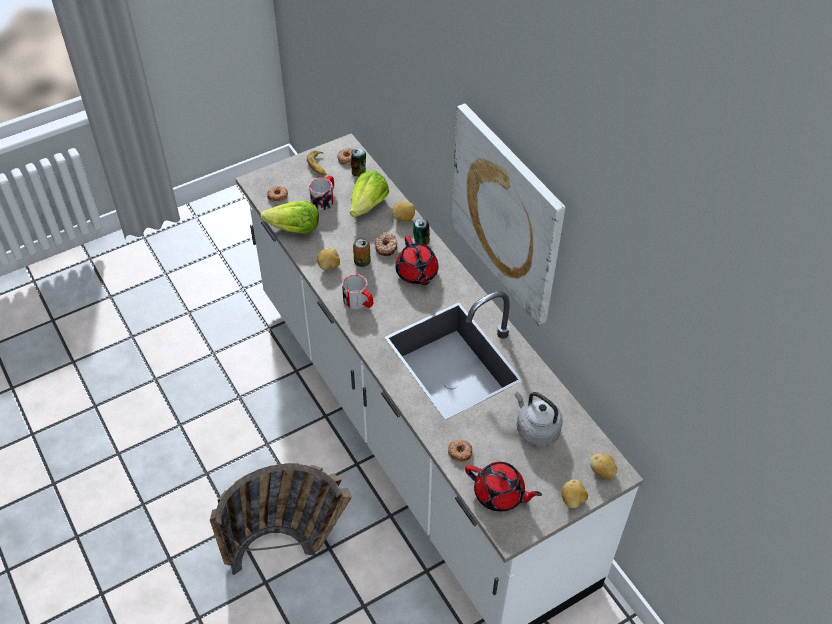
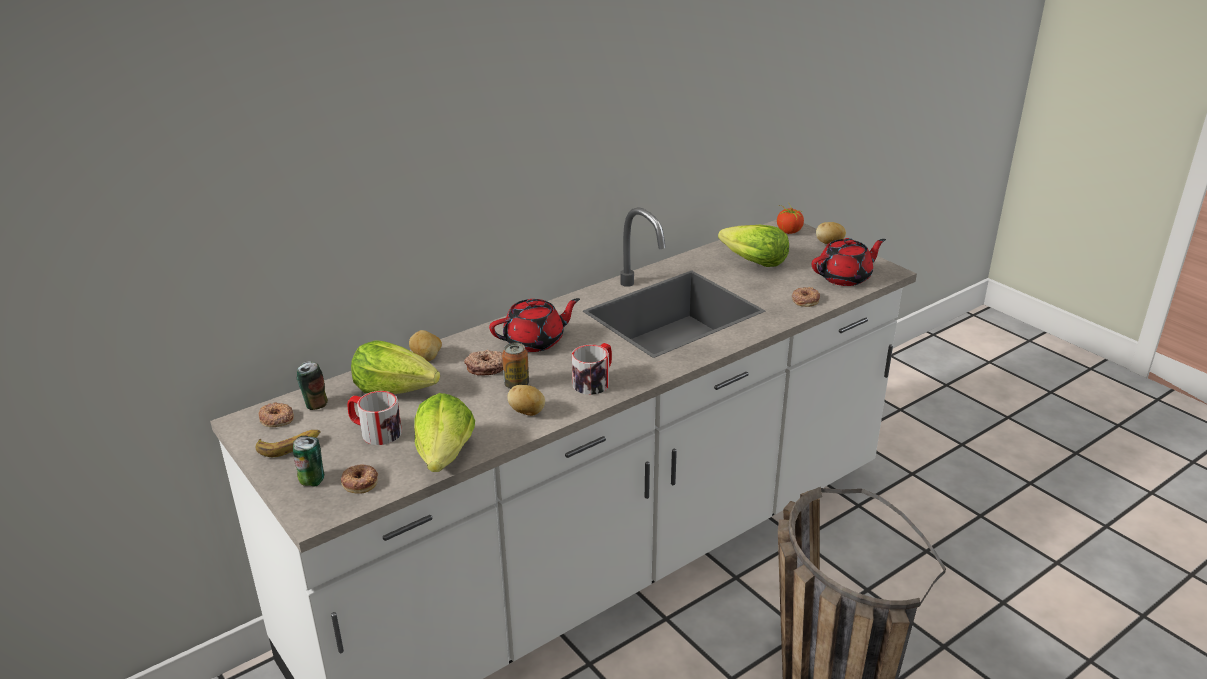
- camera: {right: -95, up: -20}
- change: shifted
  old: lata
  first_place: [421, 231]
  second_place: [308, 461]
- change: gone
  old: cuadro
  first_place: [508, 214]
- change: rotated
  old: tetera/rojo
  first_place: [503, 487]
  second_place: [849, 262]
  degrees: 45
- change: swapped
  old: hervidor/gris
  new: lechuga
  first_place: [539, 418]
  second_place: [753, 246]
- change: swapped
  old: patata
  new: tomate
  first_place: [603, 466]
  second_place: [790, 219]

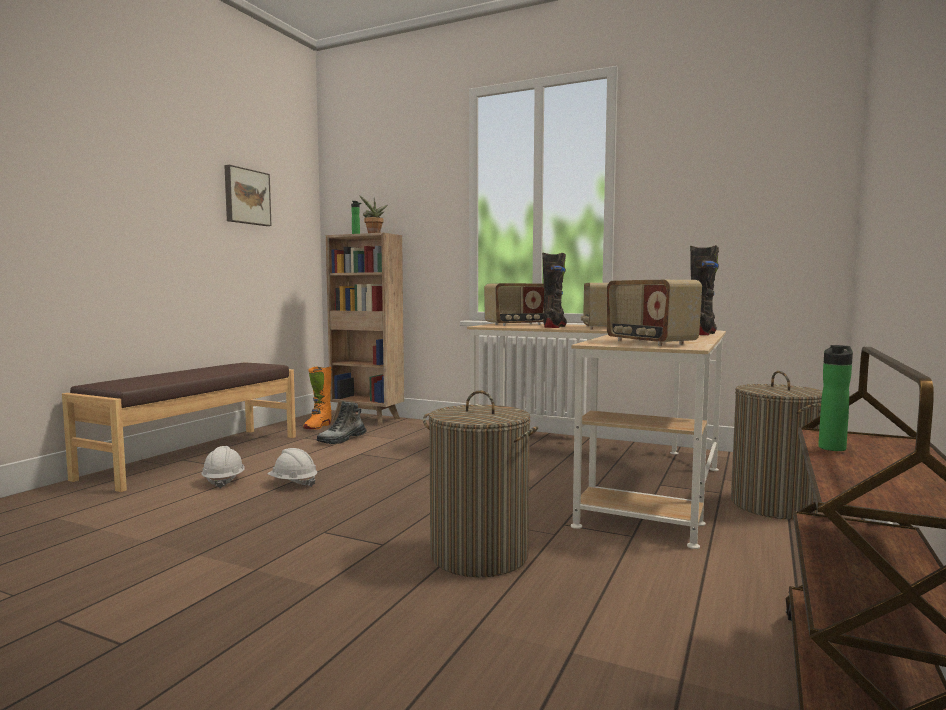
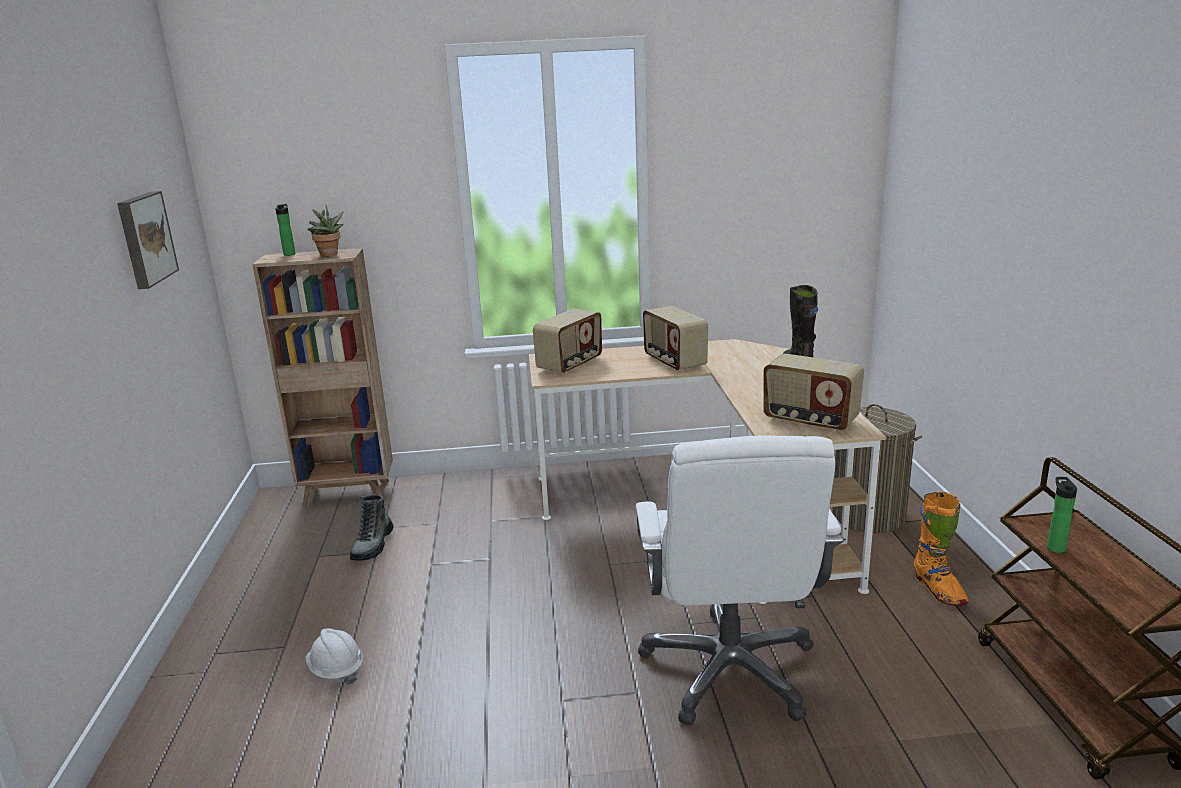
- camera: {right: -30, up: 15}
- change: gone
  old: banco/marrón
  first_place: [179, 427]
- change: gone
  old: casco/blanco
  first_place: [292, 467]
- change: shifted
  old: bota/naranja
  first_place: [317, 398]
  second_place: [941, 549]
- change: swapped
  old: cesto de la ropa
  new: silla de oficina/blanco
  first_place: [480, 483]
  second_place: [740, 581]
- change: gone
  old: bota/negro
  first_place: [554, 290]

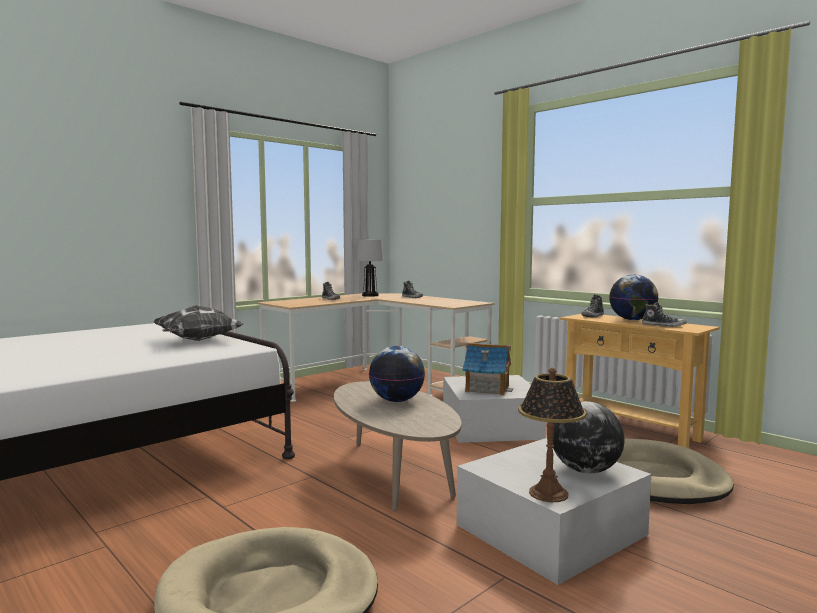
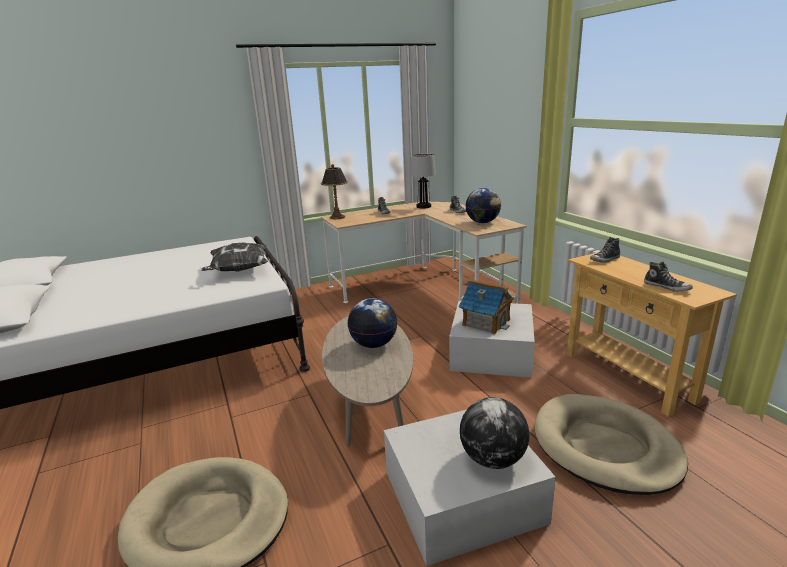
- camera: {right: 20, up: 15}
- change: shifted
  old: lámpara de mesa
  first_place: [552, 435]
  second_place: [334, 191]
- change: shifted
  old: globo terráqueo
  first_place: [634, 297]
  second_place: [483, 205]

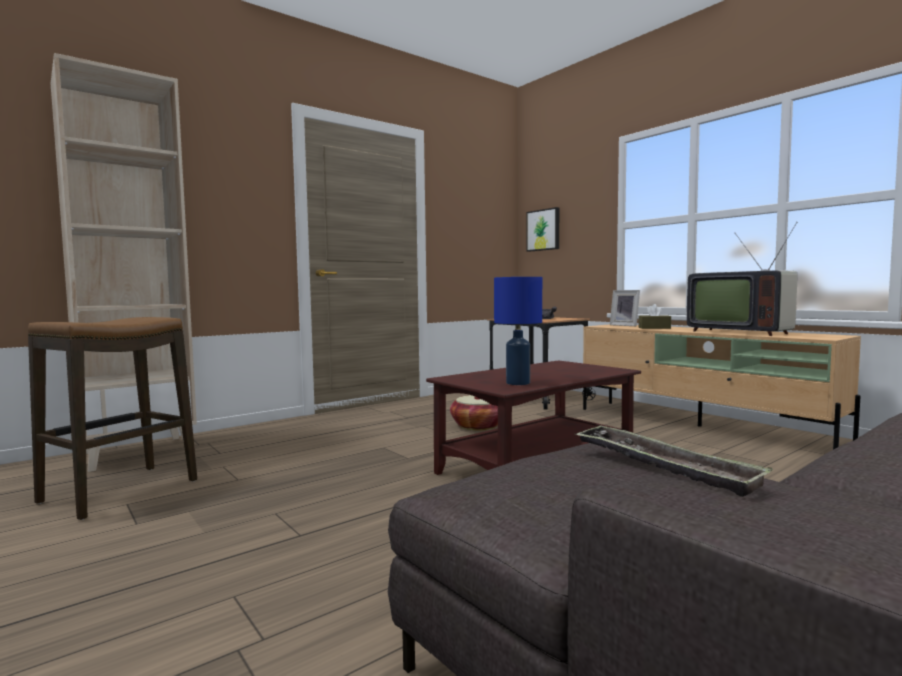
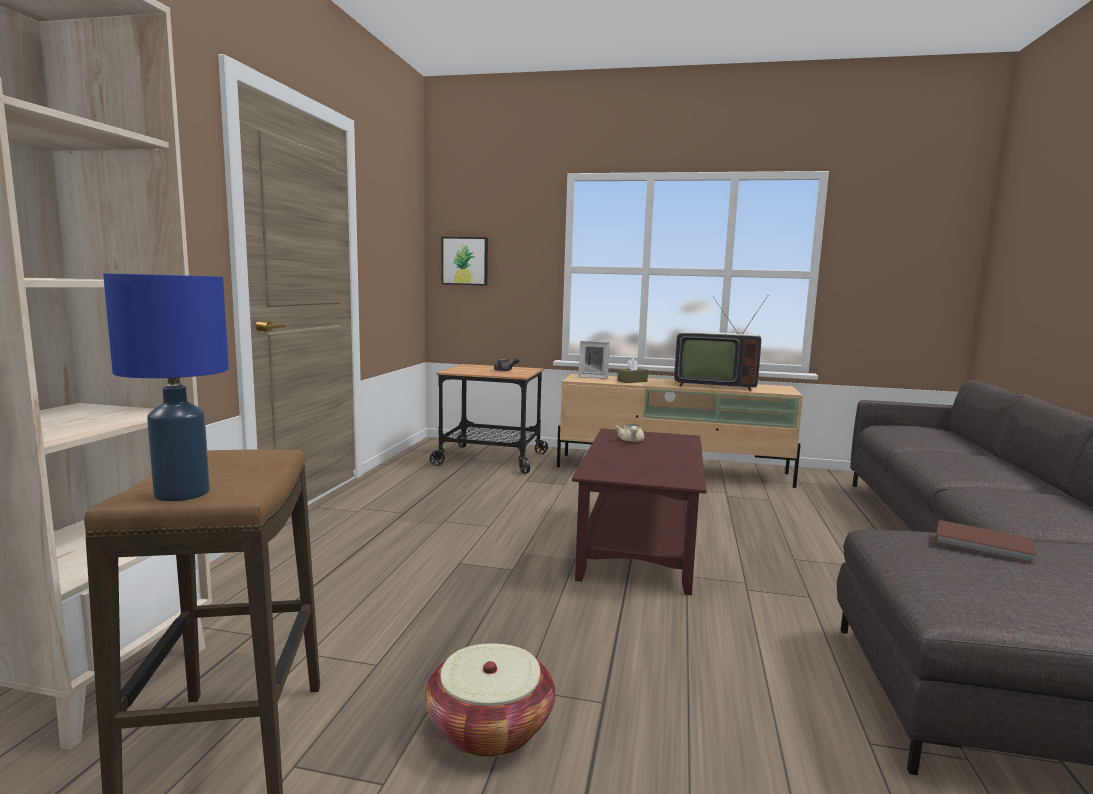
- camera: {right: -40, up: 5}
- change: shifted
  old: cesta
  first_place: [474, 413]
  second_place: [490, 700]
- change: shifted
  old: lámpara de mesa/azul
  first_place: [518, 331]
  second_place: [166, 387]
- change: swapped
  old: bandeja
  new: libro/marrón
  first_place: [674, 461]
  second_place: [986, 542]
- change: new
  new: tetera/beis
  second_place: [629, 433]

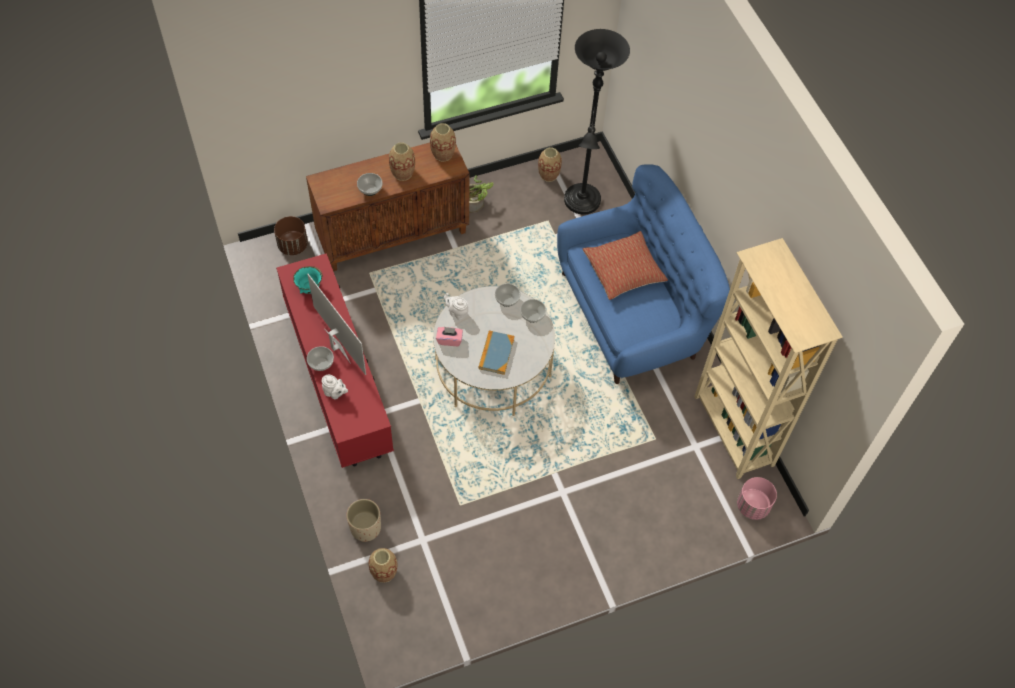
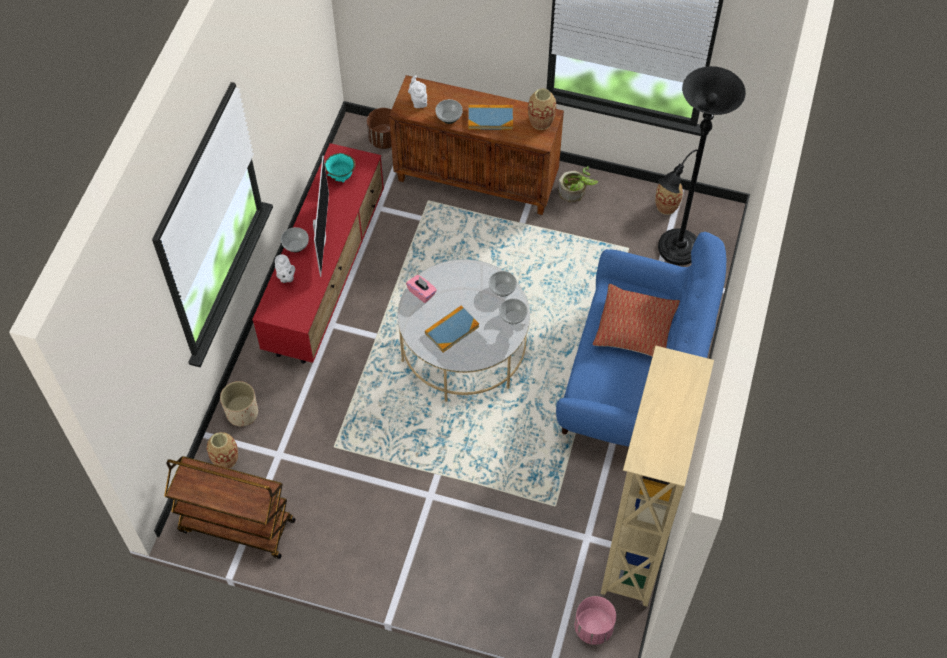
- camera: {right: 40, up: 0}
- change: swapped
  old: florero
  new: libro
  first_place: [402, 161]
  second_place: [490, 117]
- change: shifted
  old: tetera/blanco
  first_place: [456, 306]
  second_place: [417, 91]
- change: new
  new: carrito/marrón
  second_place: [230, 507]

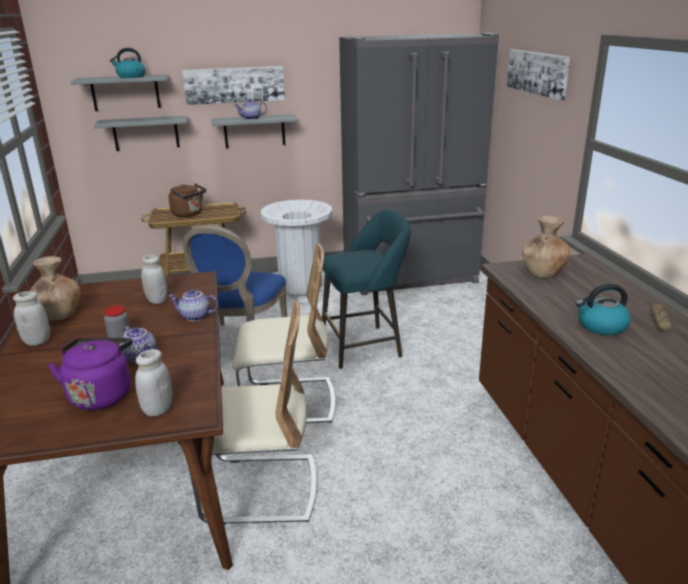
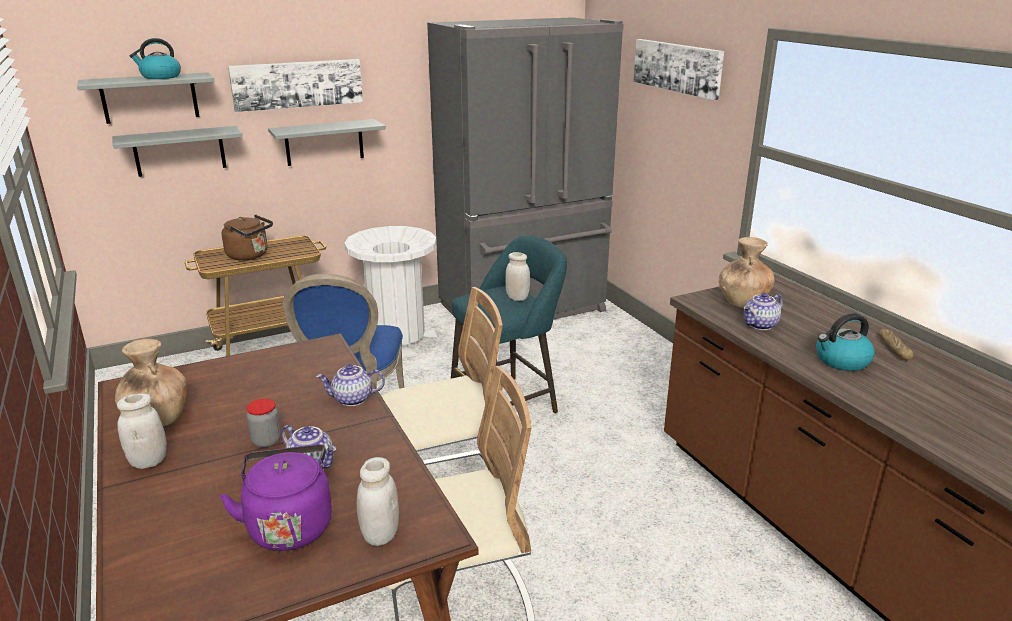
- camera: {right: -15, up: 0}
- change: shifted
  old: tarro/blanco
  first_place: [154, 279]
  second_place: [517, 276]
- change: shifted
  old: tetera
  first_place: [251, 109]
  second_place: [763, 311]

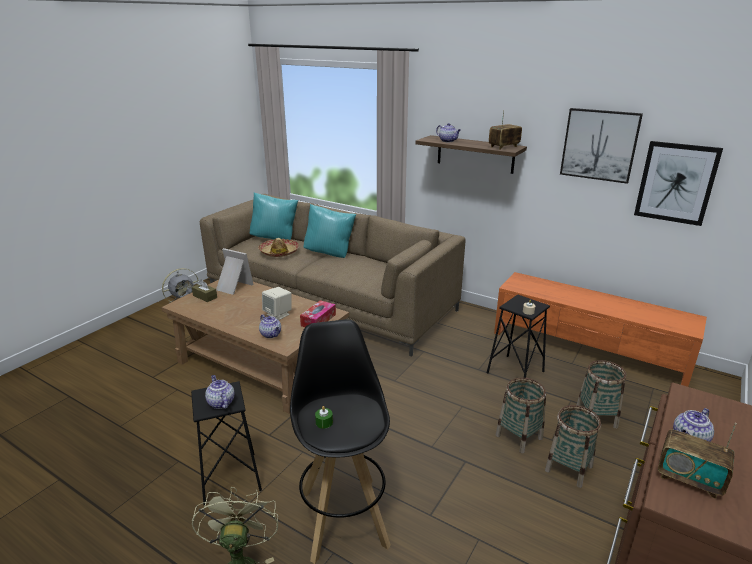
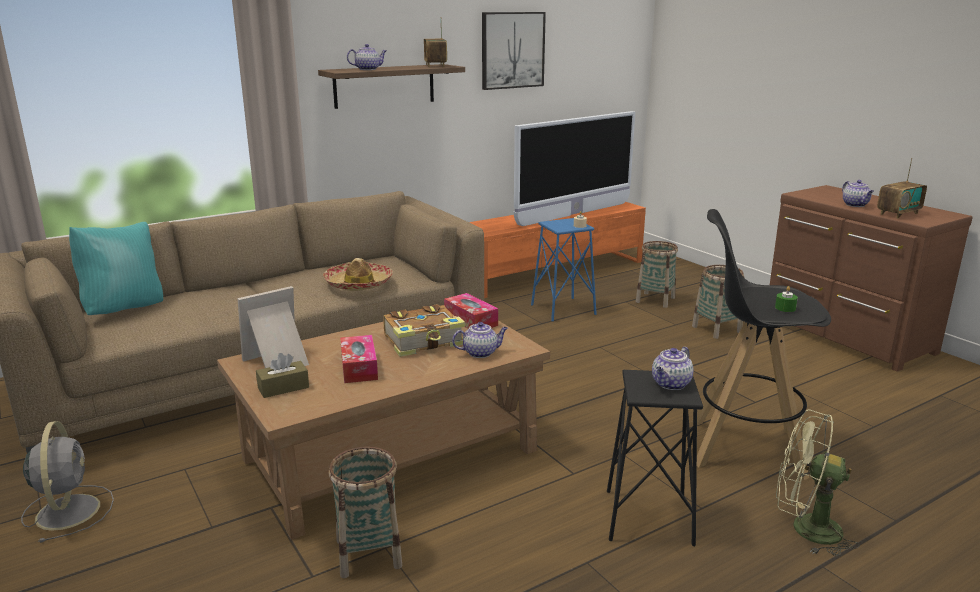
- camera: {right: -65, up: -5}
- change: rotated
  old: tetera
  first_place: [220, 392]
  second_place: [672, 368]
  degrees: -45
- change: shifted
  old: sombrero
  first_place: [278, 247]
  second_place: [358, 274]
- change: swapped
  old: altavoz/beis
  new: libro
  first_place: [277, 303]
  second_place: [424, 330]
- change: gone
  old: cojín/turquesa
  first_place: [329, 231]
- change: repainted
  old: taburete/negro
  new: taburete/azul
  first_place: [518, 336]
  second_place: [564, 270]
- change: shifted
  old: cesta
  first_place: [521, 416]
  second_place: [365, 512]
- change: gone
  old: cuadro
  first_place: [678, 183]
- change: new
  new: caja de pañuelos
  second_place: [359, 359]
- change: new
  new: televisor
  second_place: [574, 168]

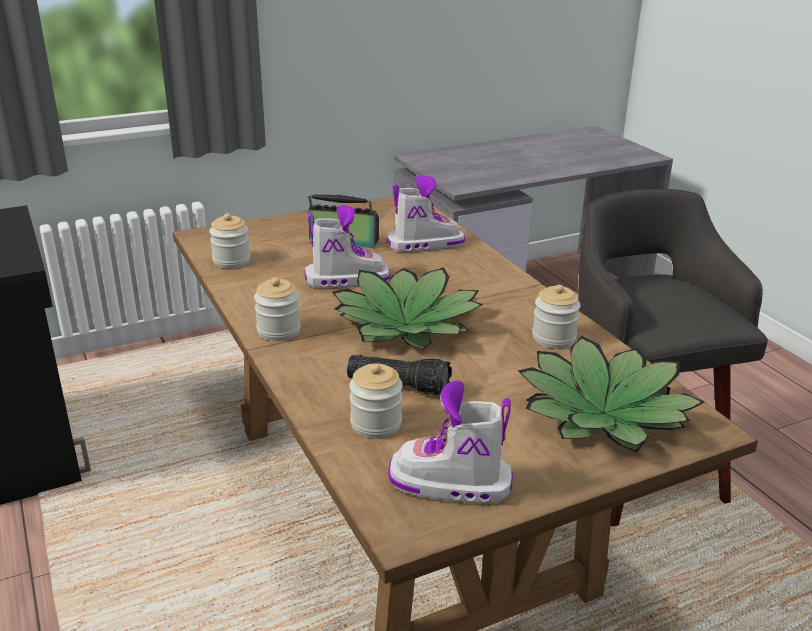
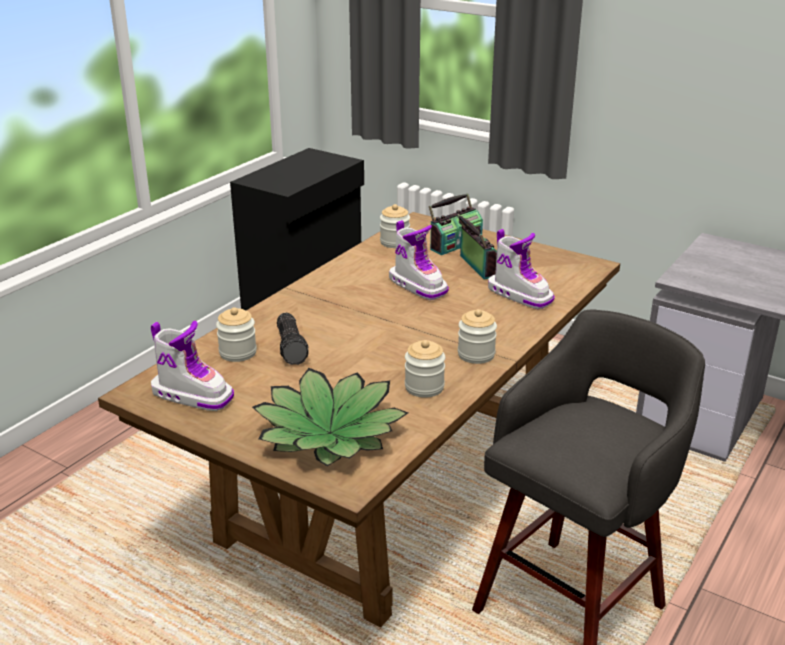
- camera: {right: 60, up: 0}
- change: shifted
  old: tarro
  first_place: [277, 309]
  second_place: [477, 336]
- change: gone
  old: planta en maceta
  first_place: [407, 308]
- change: rotated
  old: bota
  first_place: [450, 442]
  second_place: [192, 366]
  degrees: 135
- change: new
  new: radio
  second_place: [456, 224]

